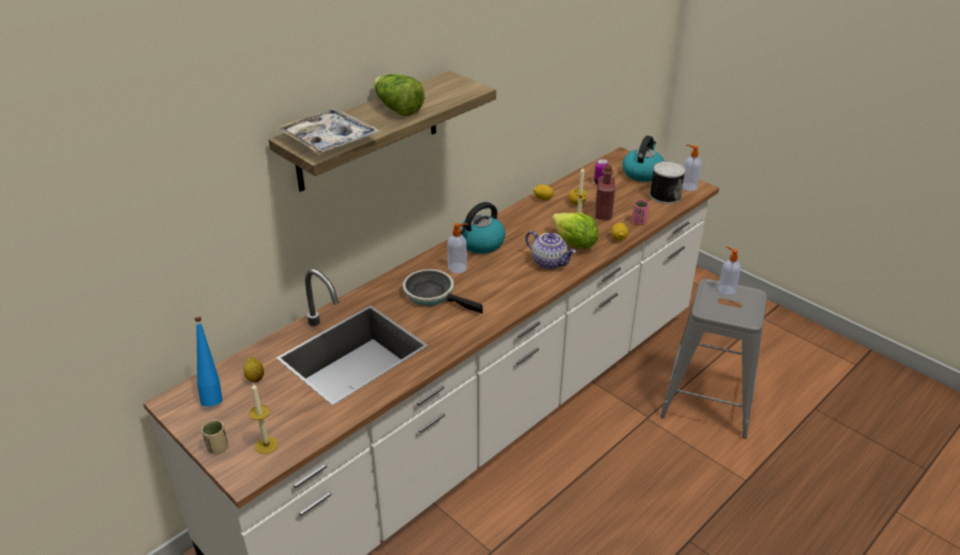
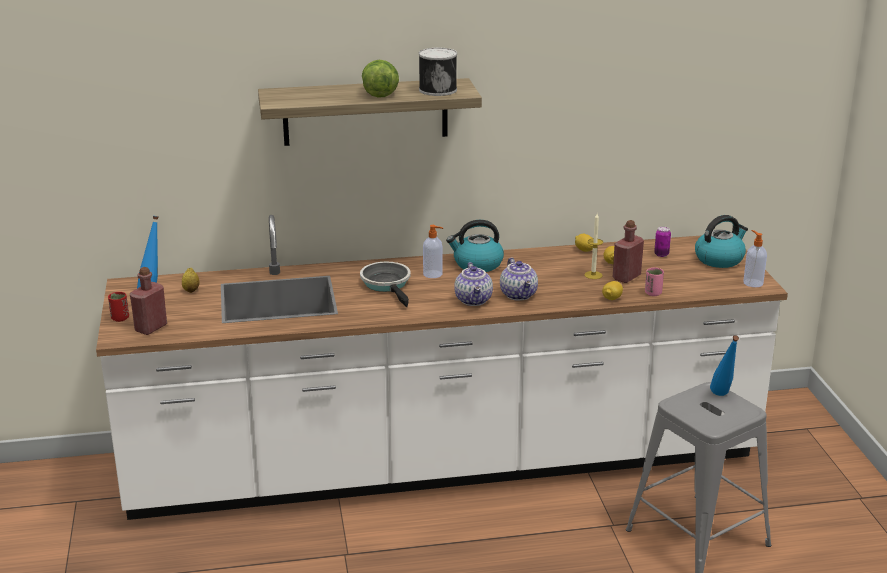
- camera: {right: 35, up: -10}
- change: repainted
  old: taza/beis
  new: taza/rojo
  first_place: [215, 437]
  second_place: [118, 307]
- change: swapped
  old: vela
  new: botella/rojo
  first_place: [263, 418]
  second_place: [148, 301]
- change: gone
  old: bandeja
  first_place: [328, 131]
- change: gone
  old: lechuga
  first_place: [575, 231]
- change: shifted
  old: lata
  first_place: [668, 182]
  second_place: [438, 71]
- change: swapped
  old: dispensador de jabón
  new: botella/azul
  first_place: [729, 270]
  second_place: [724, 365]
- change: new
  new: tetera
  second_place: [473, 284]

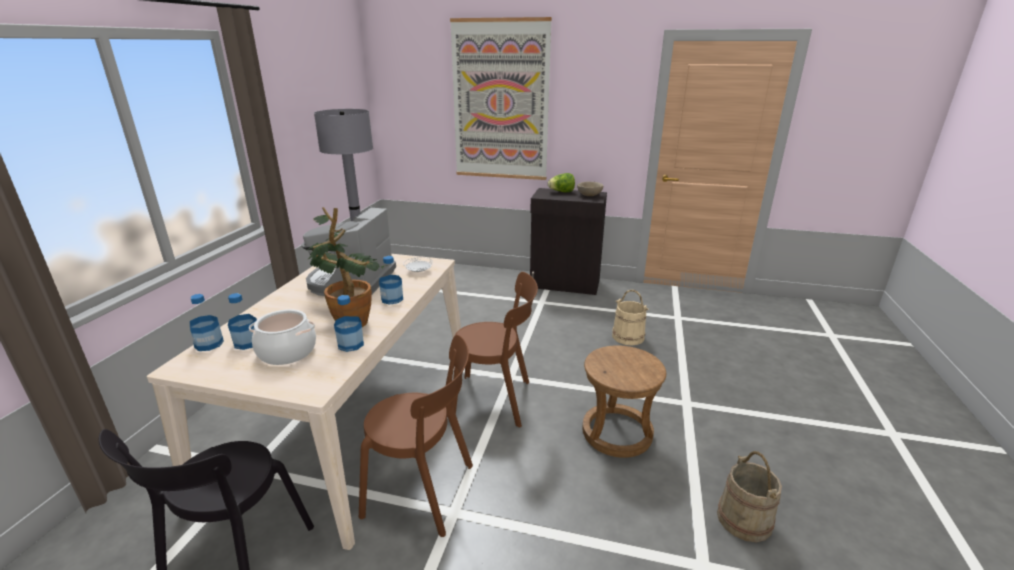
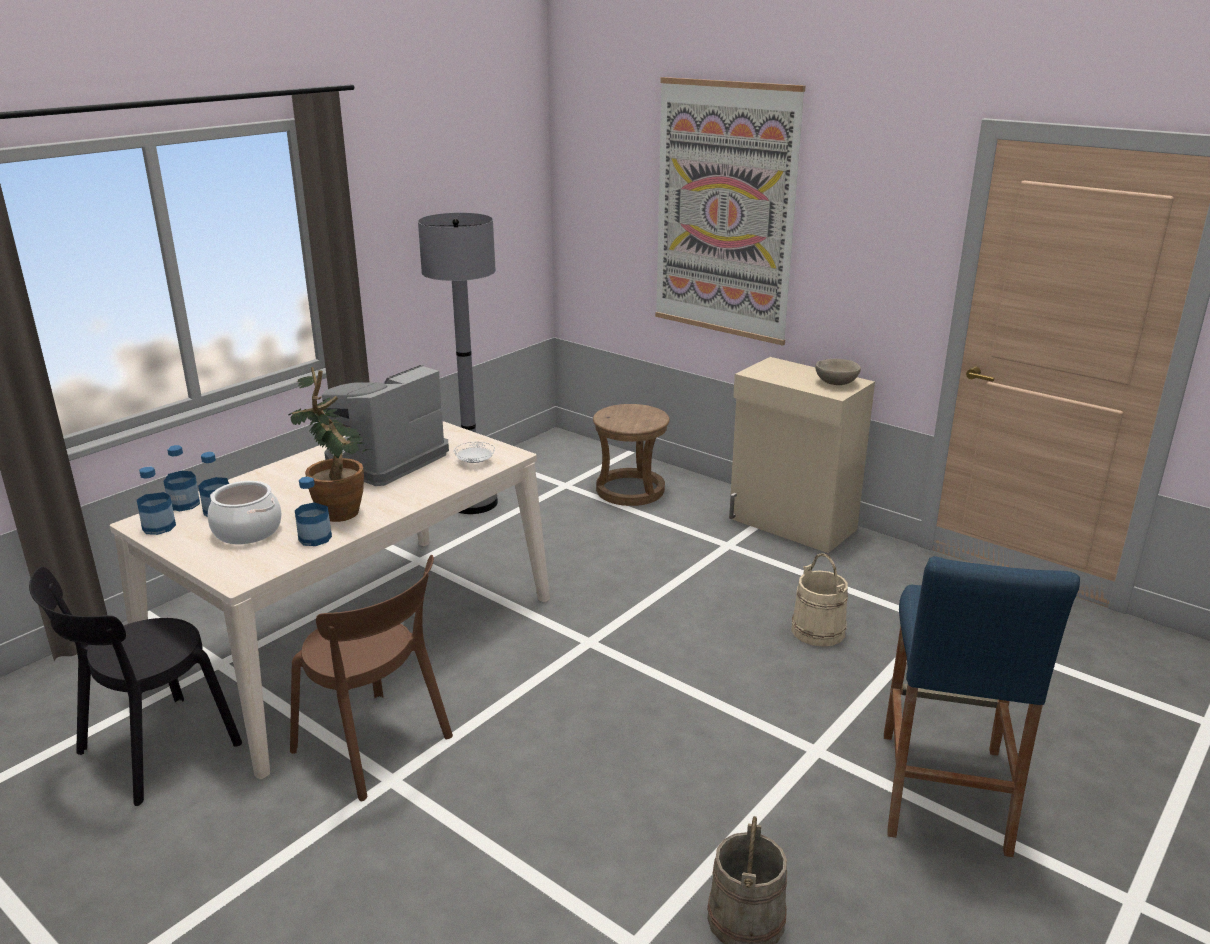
- camera: {right: 25, up: 0}
- change: shifted
  old: botella
  first_place: [391, 280]
  second_place: [156, 501]
- change: gone
  old: silla/marrón
  first_place: [495, 349]
- change: repainted
  old: armario/negro
  new: armario/beis
  first_place: [568, 241]
  second_place: [802, 455]
- change: gone
  old: lechuga
  first_place: [561, 182]
- change: shifted
  old: taburete/marrón
  first_place: [624, 401]
  second_place: [631, 455]
- change: new
  new: taburete/azul
  second_place: [982, 706]

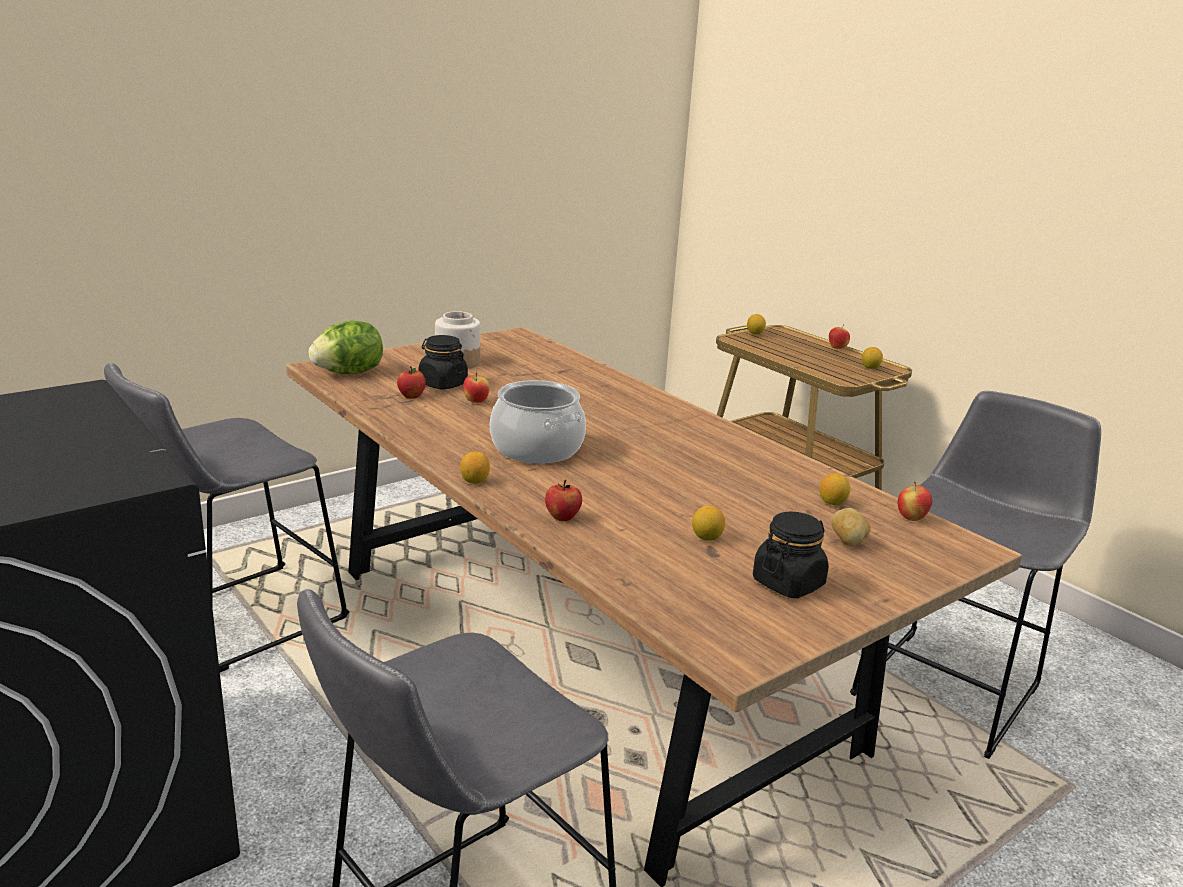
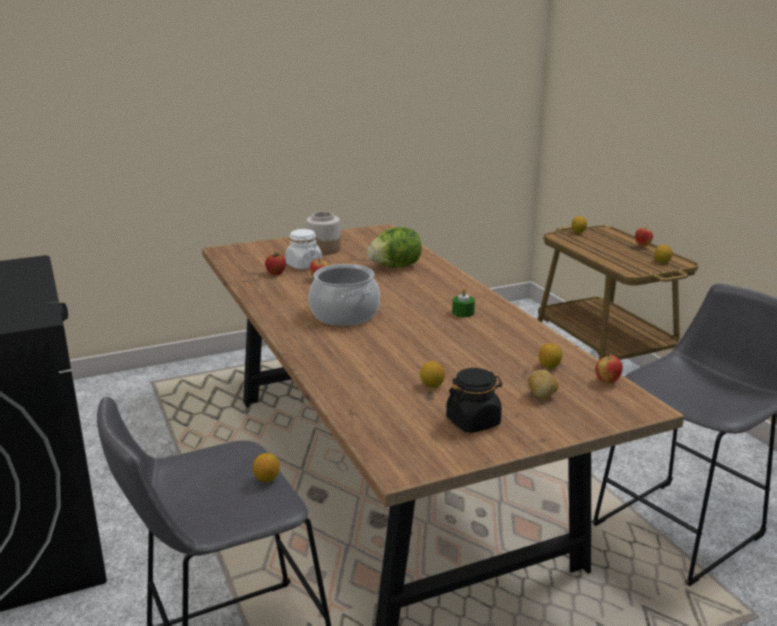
- camera: {right: 15, up: 0}
- change: gone
  old: taburete/gris
  first_place: [227, 517]
- change: shifted
  old: lechuga
  first_place: [346, 347]
  second_place: [394, 247]
- change: repainted
  old: tarro/negro
  new: tarro/blanco
  first_place: [443, 362]
  second_place: [303, 249]
- change: shifted
  old: limón
  first_place: [475, 468]
  second_place: [266, 467]
- change: gone
  old: manzana
  first_place: [563, 500]
- change: new
  new: vela/verde
  second_place: [463, 302]

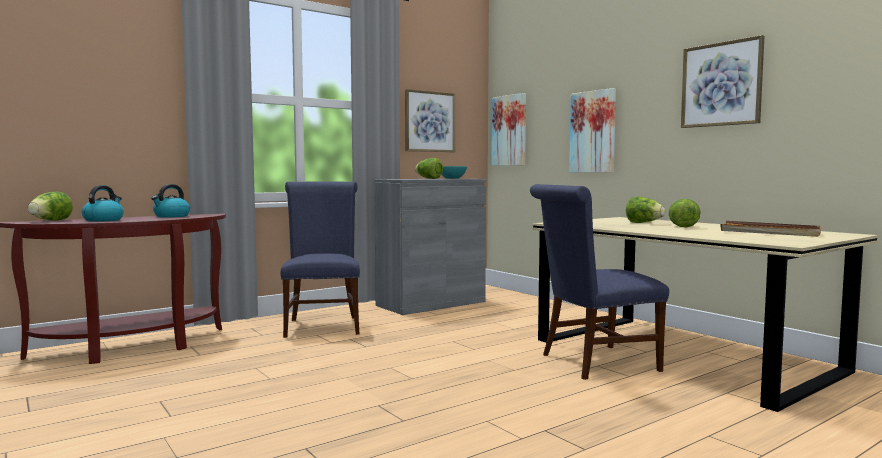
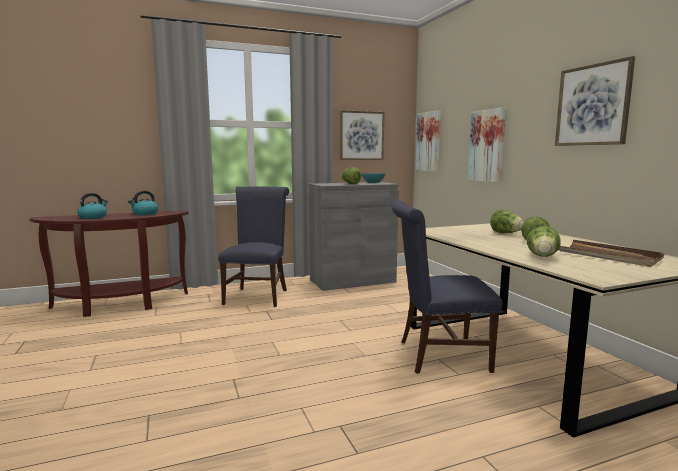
- camera: {right: 15, up: 5}
- change: shifted
  old: lechuga
  first_place: [50, 206]
  second_place: [543, 241]

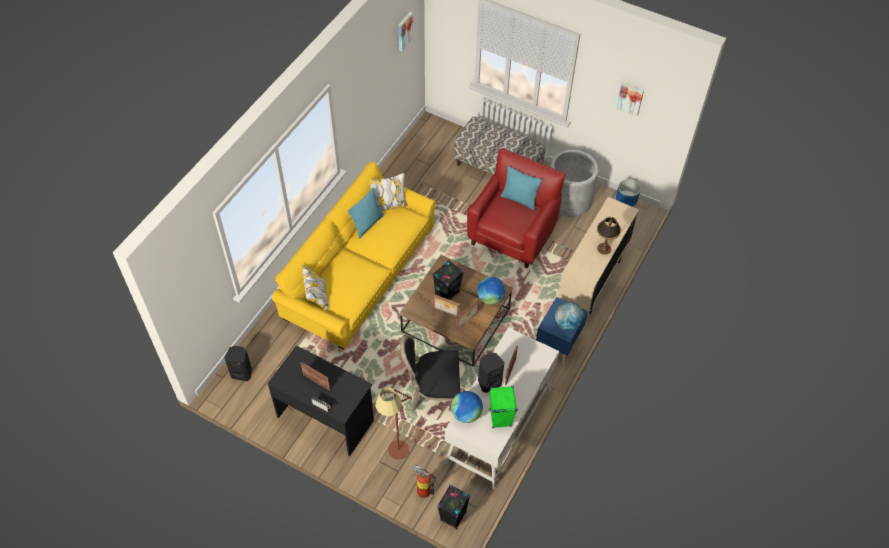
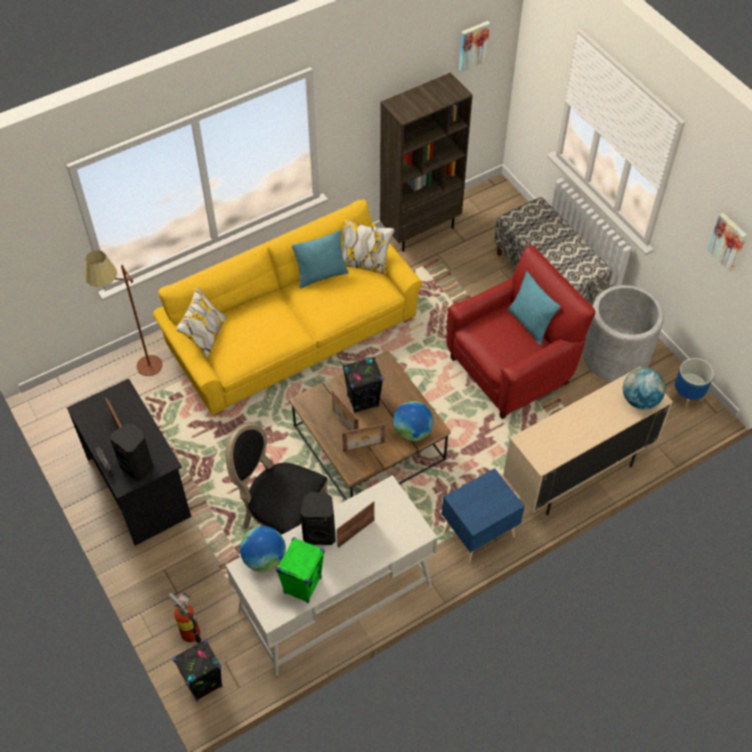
- camera: {right: 30, up: 0}
- change: shifted
  old: altavoz/negro
  first_place: [238, 363]
  second_place: [131, 452]
- change: shifted
  old: lámpara de pie/marrón
  first_place: [394, 423]
  second_place: [123, 313]
- change: shifted
  old: globo terráqueo
  first_place: [569, 316]
  second_place: [644, 388]
- change: gone
  old: lámpara de mesa
  first_place: [609, 236]
- change: new
  new: estantería/marrón
  second_place: [426, 162]

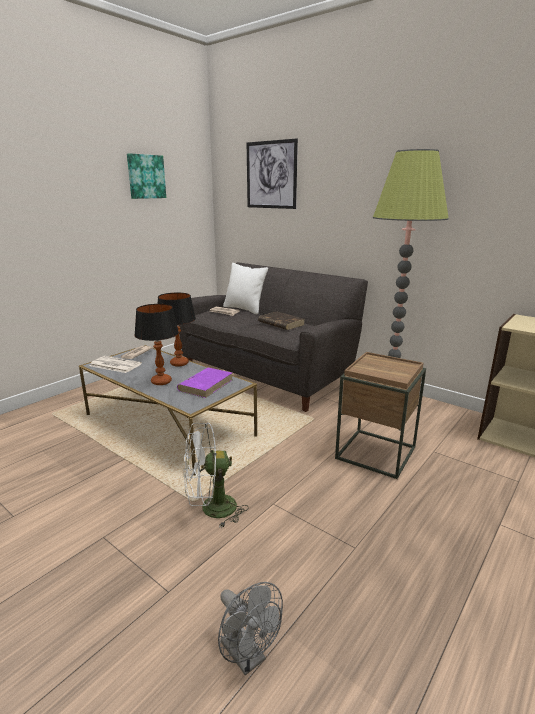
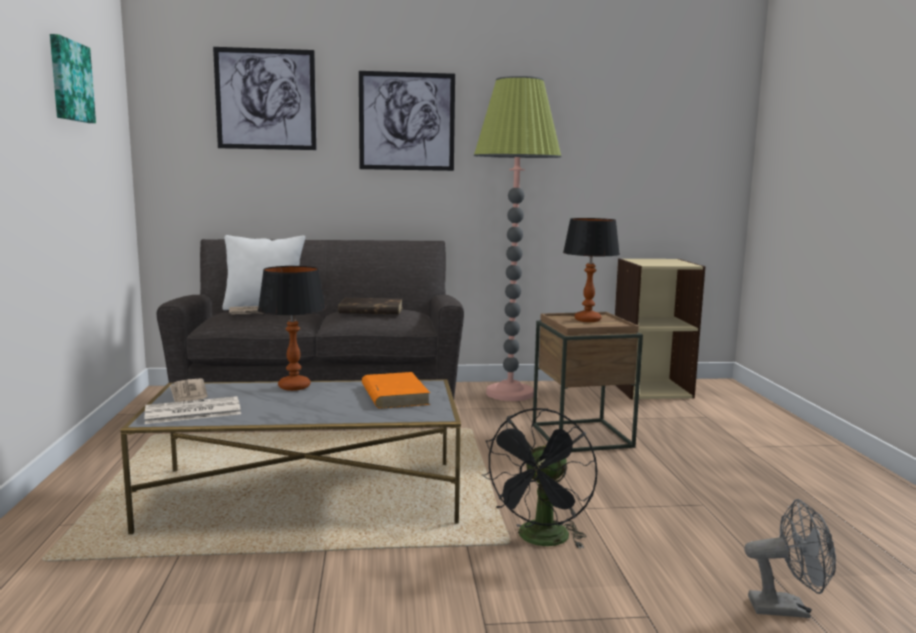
- camera: {right: -45, up: -10}
- change: shifted
  old: lámpara de mesa
  first_place: [156, 344]
  second_place: [591, 270]
- change: repainted
  old: libro/morado
  new: libro/naranja
  first_place: [205, 383]
  second_place: [396, 390]
- change: repainted
  old: ventilador/blanco
  new: ventilador/negro
  first_place: [216, 475]
  second_place: [539, 478]
- change: new
  new: cuadro
  second_place: [407, 121]

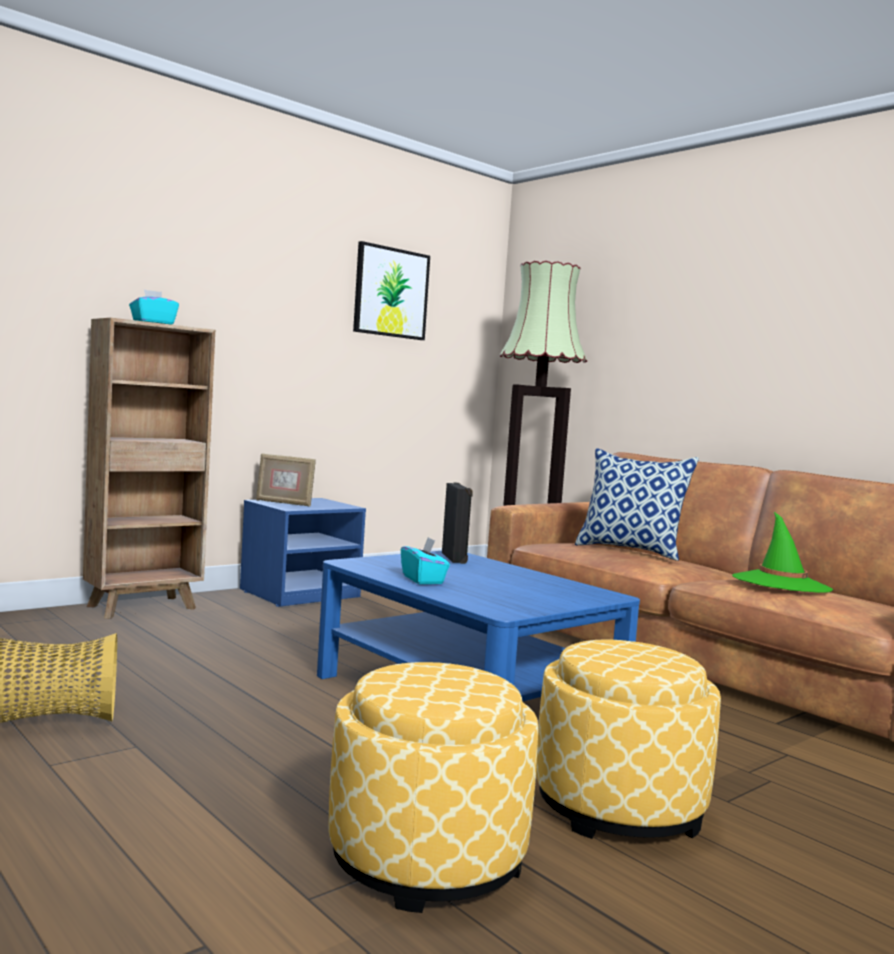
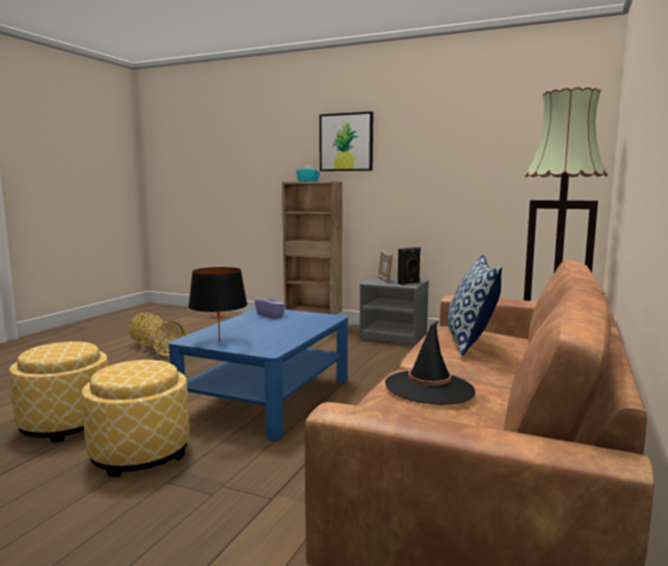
- camera: {right: 65, up: 5}
- change: repainted
  old: mesita de noche/azul
  new: mesita de noche/gris
  first_place: [303, 552]
  second_place: [394, 311]
- change: shifted
  old: cuadro
  first_place: [391, 290]
  second_place: [346, 141]
- change: gone
  old: caja de pañuelos/turquesa
  first_place: [425, 560]
- change: shifted
  old: altavoz/negro
  first_place: [457, 523]
  second_place: [409, 266]
- change: repainted
  old: sombrero/verde
  new: sombrero/negro
  first_place: [782, 552]
  second_place: [430, 362]
- change: new
  new: lámpara de mesa/negro
  second_place: [217, 304]
- change: new
  new: caja de pañuelos/morado
  second_place: [270, 305]

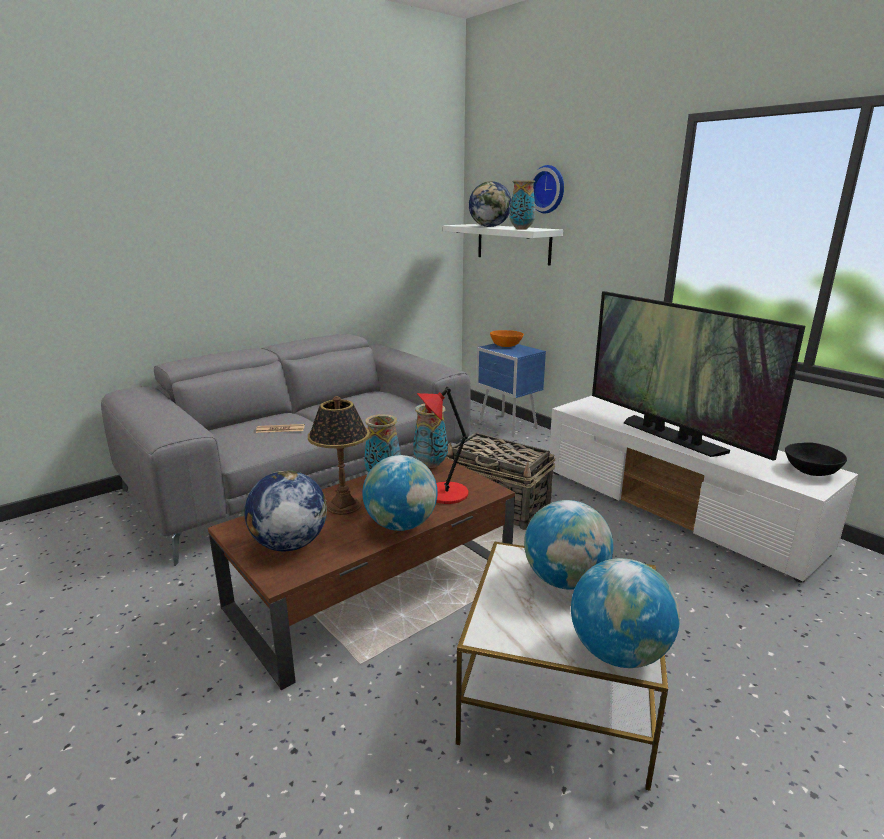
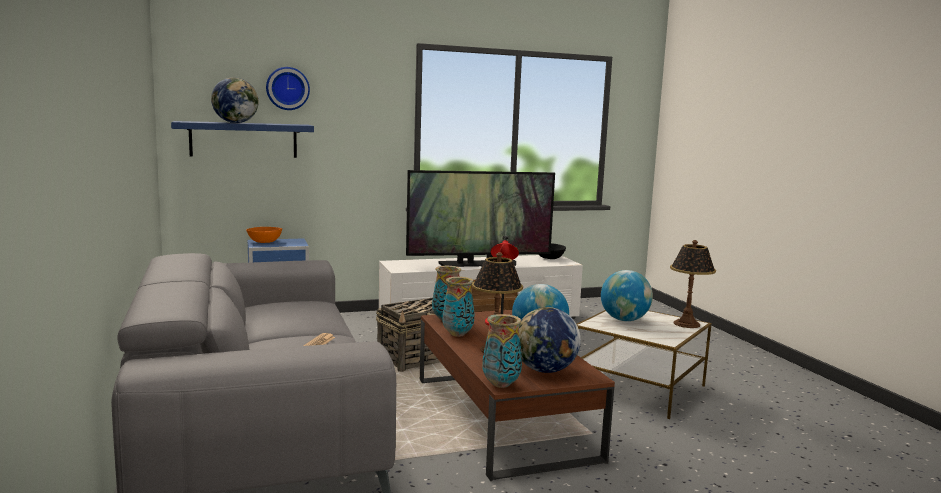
- camera: {right: -70, up: -10}
- change: repainted
  old: estante/blanco
  new: estante/azul
  first_place: [503, 244]
  second_place: [242, 139]
- change: shifted
  old: florero
  first_place: [522, 205]
  second_place: [502, 351]
- change: swapped
  old: globo terráqueo
  new: lámpara de mesa
  first_place: [625, 613]
  second_place: [693, 284]

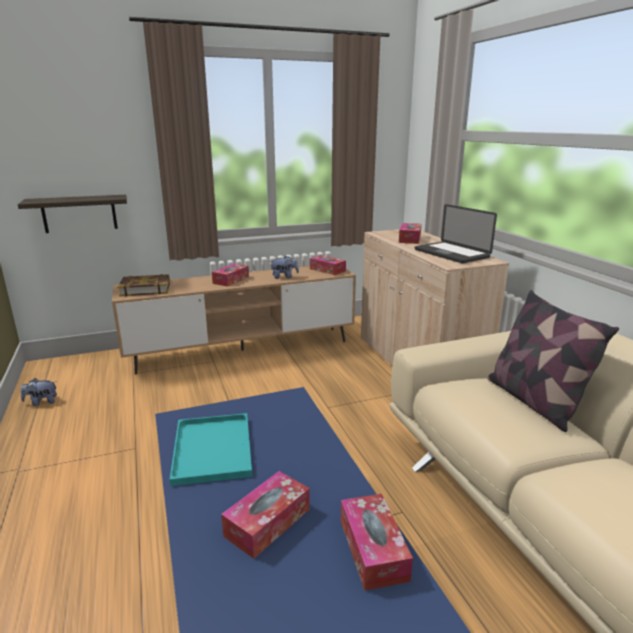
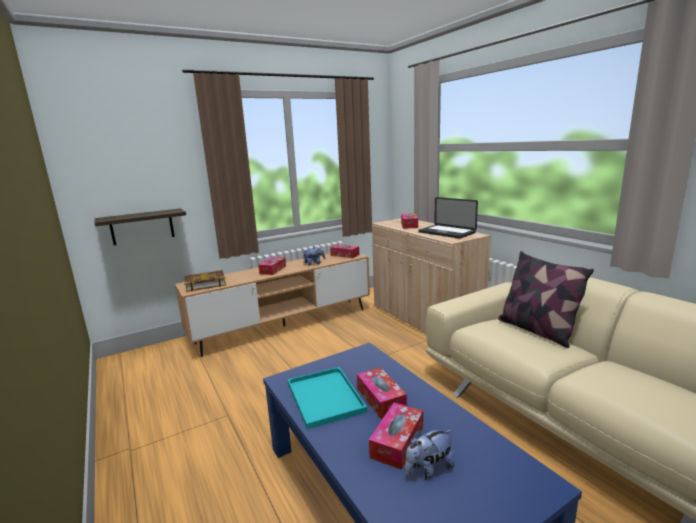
- camera: {right: -10, up: -5}
- change: shifted
  old: peluche
  first_place: [39, 392]
  second_place: [429, 455]
- change: shifted
  old: caja de pañuelos
  first_place: [377, 542]
  second_place: [382, 393]

